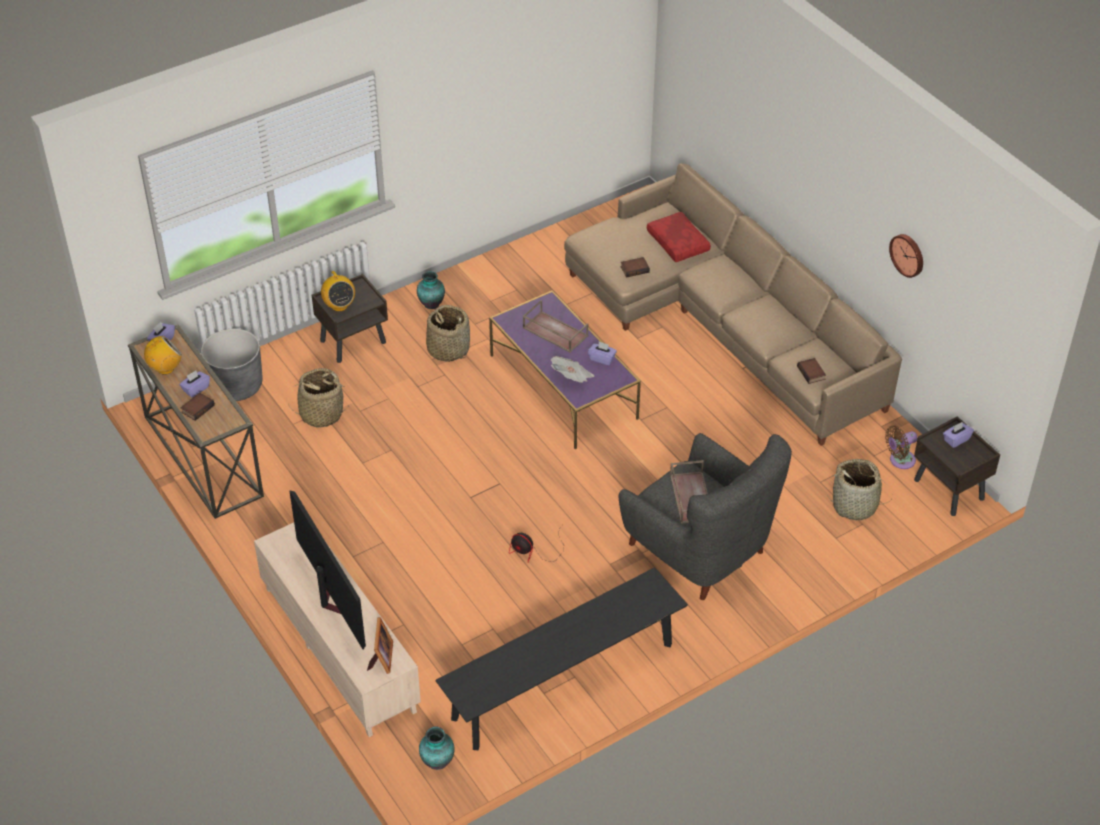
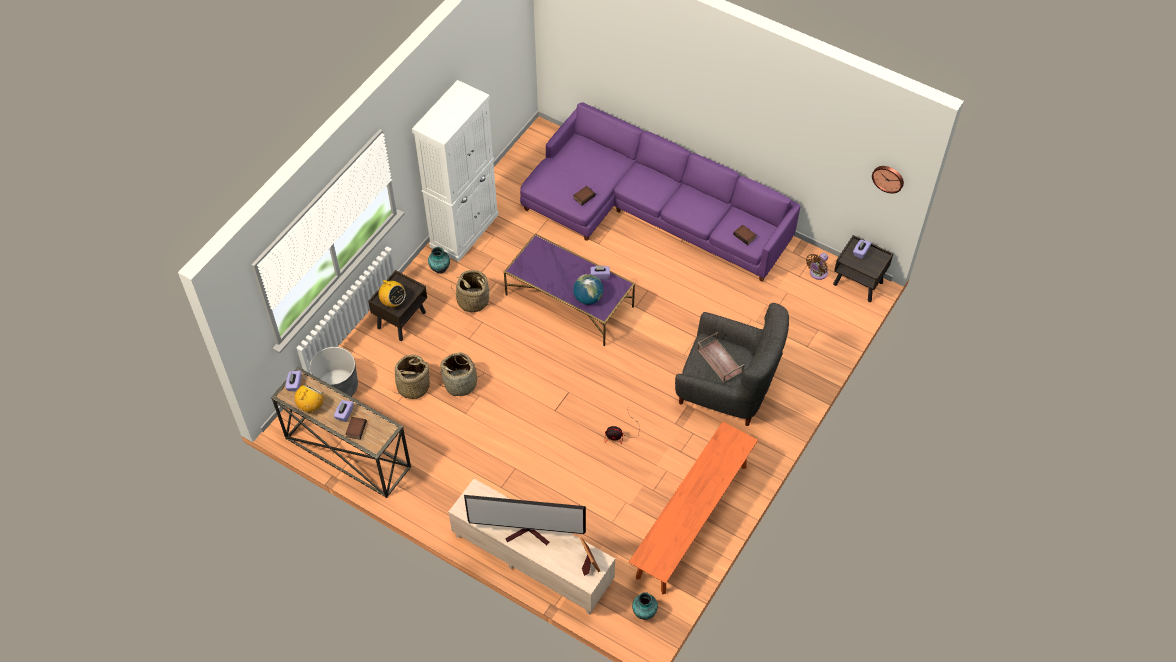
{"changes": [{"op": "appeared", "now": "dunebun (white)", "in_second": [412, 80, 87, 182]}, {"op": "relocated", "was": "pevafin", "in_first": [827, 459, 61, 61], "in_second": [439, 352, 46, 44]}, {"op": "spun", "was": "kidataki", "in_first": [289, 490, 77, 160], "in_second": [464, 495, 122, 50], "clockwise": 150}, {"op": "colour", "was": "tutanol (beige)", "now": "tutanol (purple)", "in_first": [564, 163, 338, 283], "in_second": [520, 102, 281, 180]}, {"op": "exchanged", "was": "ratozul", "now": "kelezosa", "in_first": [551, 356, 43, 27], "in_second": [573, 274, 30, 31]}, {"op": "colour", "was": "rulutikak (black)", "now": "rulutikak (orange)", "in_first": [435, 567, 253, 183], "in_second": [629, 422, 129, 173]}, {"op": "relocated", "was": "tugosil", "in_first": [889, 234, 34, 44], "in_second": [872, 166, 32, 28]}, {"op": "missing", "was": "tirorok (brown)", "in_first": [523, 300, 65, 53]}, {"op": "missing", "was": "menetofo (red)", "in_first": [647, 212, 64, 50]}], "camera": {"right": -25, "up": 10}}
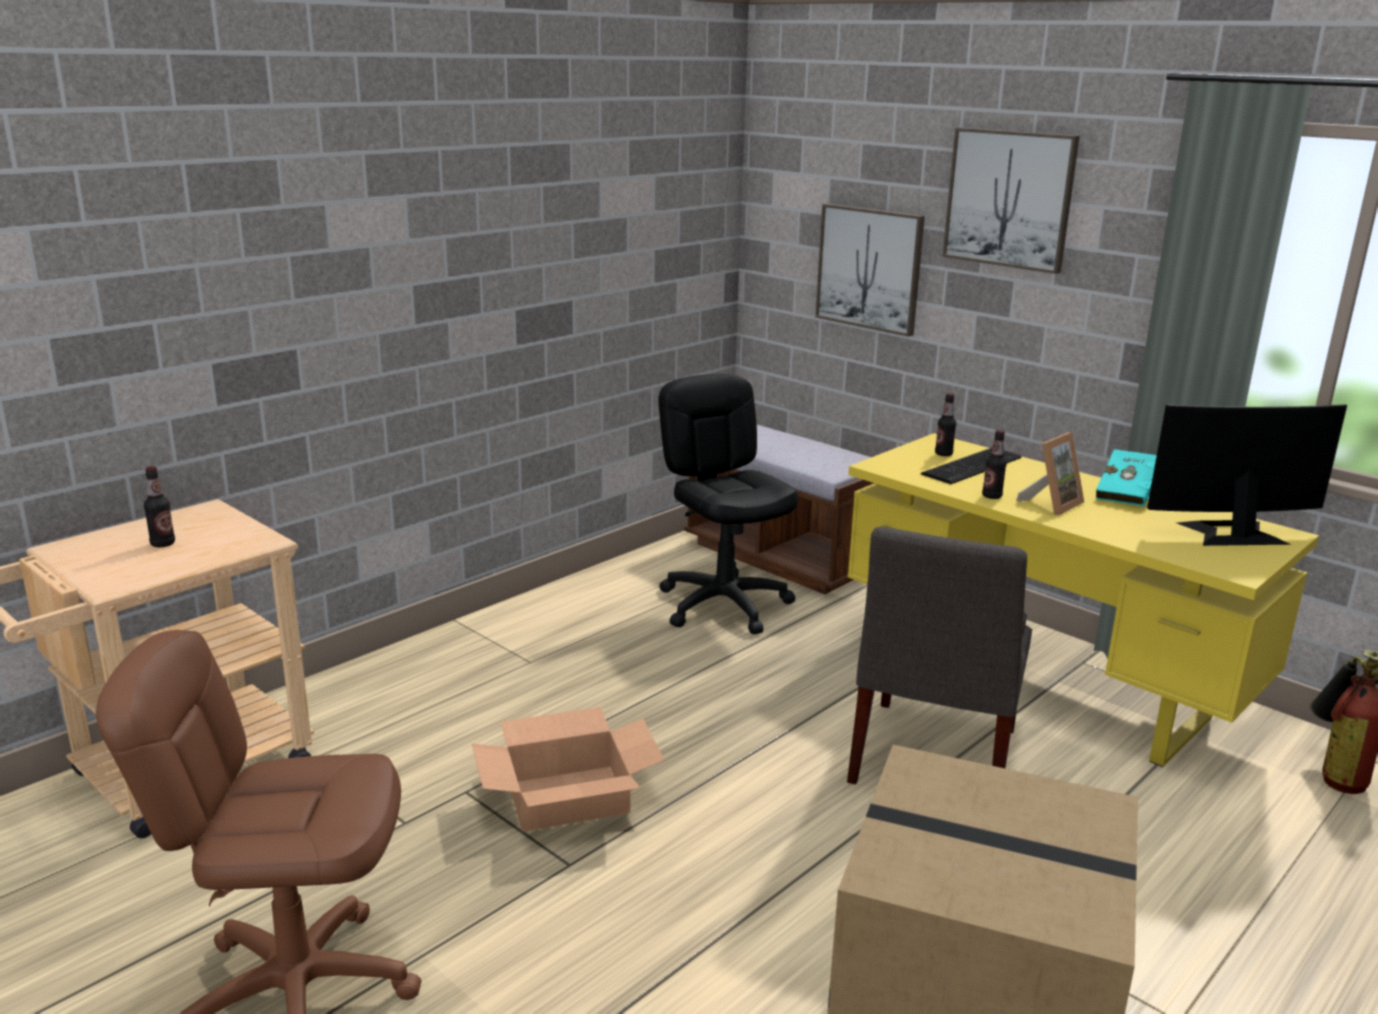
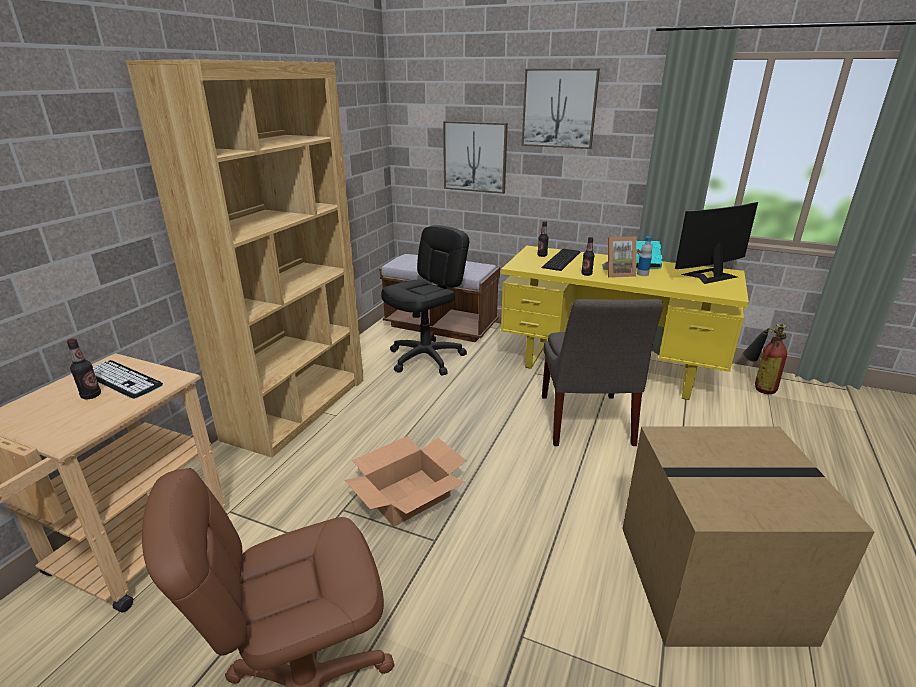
{"changes": [{"op": "appeared", "now": "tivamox", "in_second": [93, 360, 70, 39]}, {"op": "appeared", "now": "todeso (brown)", "in_second": [125, 59, 238, 399]}, {"op": "spun", "was": "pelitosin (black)", "in_first": [658, 374, 141, 260], "in_second": [381, 225, 88, 150], "clockwise": 90}, {"op": "spun", "was": "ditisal", "in_first": [1016, 432, 68, 83], "in_second": [602, 236, 35, 42], "clockwise": 60}, {"op": "appeared", "now": "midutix", "in_second": [637, 236, 15, 40]}], "camera": {"right": -20, "up": 5}}
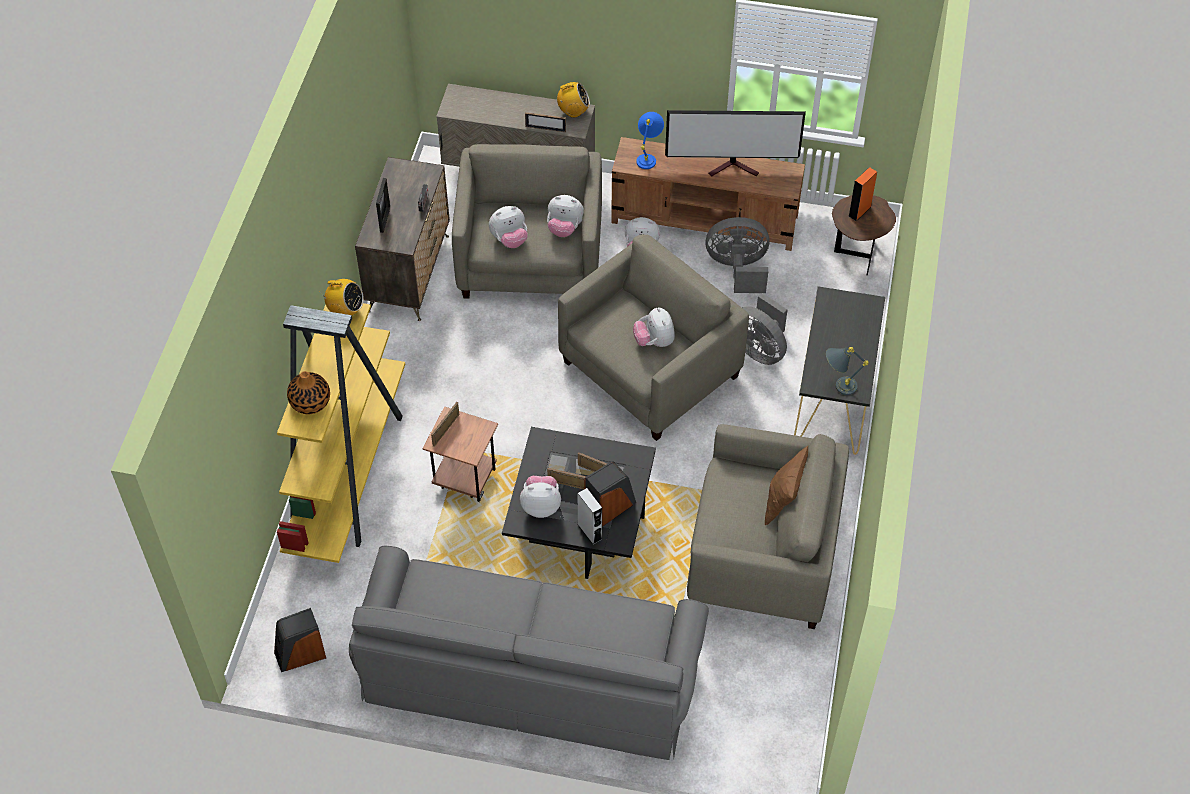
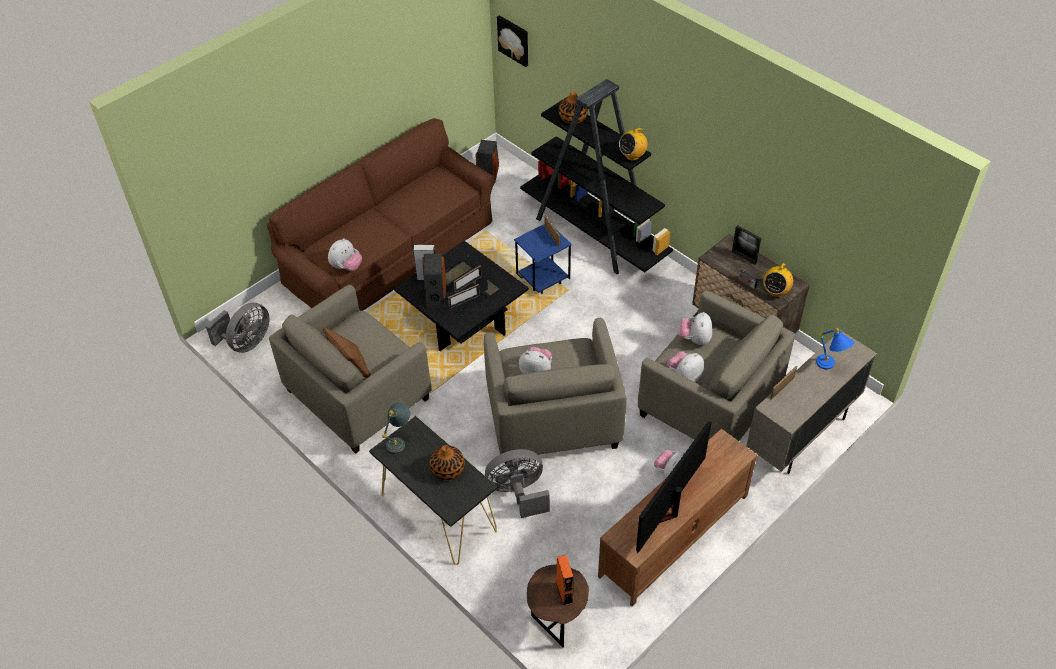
{"changes": [{"op": "relocated", "was": "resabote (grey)", "in_first": [705, 217, 65, 76], "in_second": [206, 303, 63, 50]}, {"op": "colour", "was": "tutanol (grey)", "now": "tutanol (brown)", "in_first": [349, 546, 360, 214], "in_second": [267, 118, 228, 193]}, {"op": "relocated", "was": "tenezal", "in_first": [520, 476, 41, 42], "in_second": [328, 238, 34, 33]}, {"op": "appeared", "now": "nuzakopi", "in_second": [430, 445, 35, 35]}, {"op": "appeared", "now": "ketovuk", "in_second": [497, 15, 31, 52]}, {"op": "colour", "was": "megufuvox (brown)", "now": "megufuvox (blue)", "in_first": [423, 407, 75, 95], "in_second": [514, 224, 58, 70]}, {"op": "colour", "was": "todeso (yellow)", "now": "todeso (black)", "in_first": [277, 303, 128, 260], "in_second": [520, 79, 153, 196]}, {"op": "relocated", "was": "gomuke", "in_first": [557, 82, 33, 36], "in_second": [763, 263, 30, 34]}, {"op": "relocated", "was": "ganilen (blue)", "in_first": [636, 112, 28, 57], "in_second": [816, 328, 38, 41]}], "camera": {"right": 125, "up": -5}}
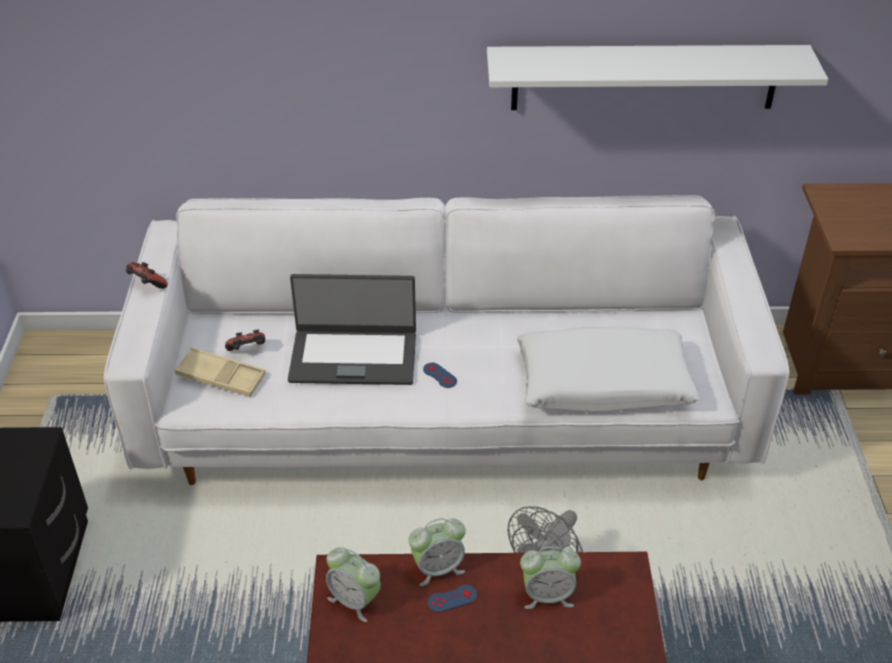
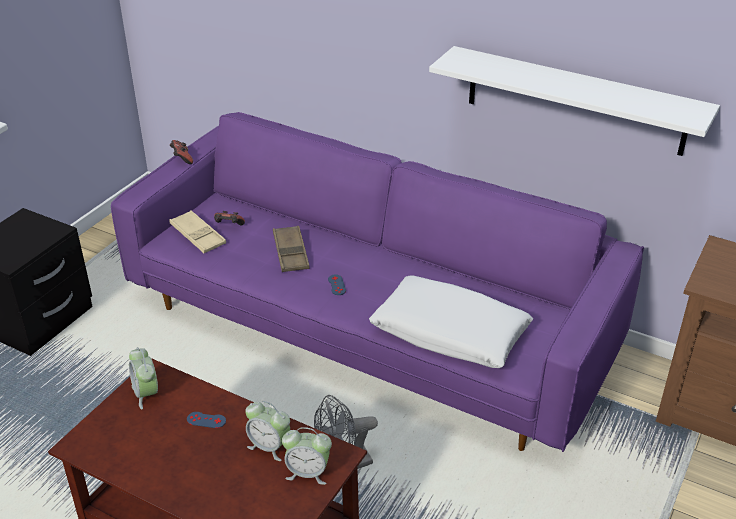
{"changes": [{"op": "colour", "was": "tutanol (white)", "now": "tutanol (purple)", "in_first": [104, 195, 685, 290], "in_second": [111, 112, 533, 340]}, {"op": "exchanged", "was": "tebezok", "now": "tirorok (brown)", "in_first": [288, 274, 128, 111], "in_second": [273, 226, 37, 46]}, {"op": "relocated", "was": "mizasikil", "in_first": [408, 518, 58, 68], "in_second": [282, 427, 50, 58]}], "camera": {"right": 30, "up": -5}}
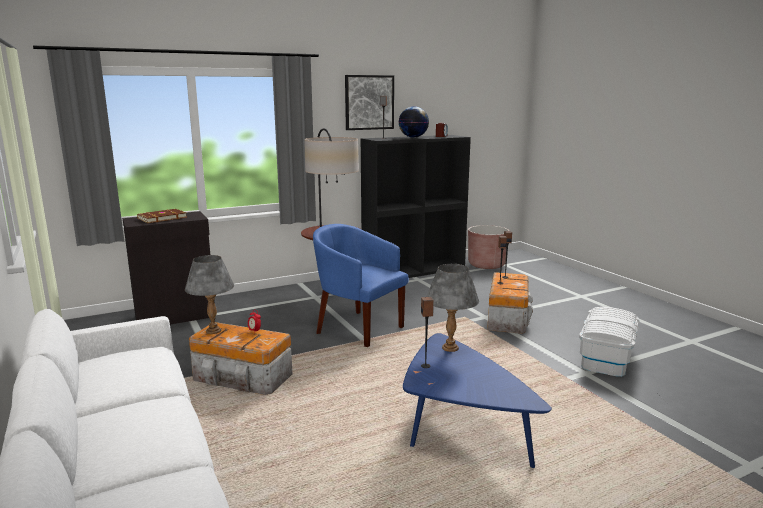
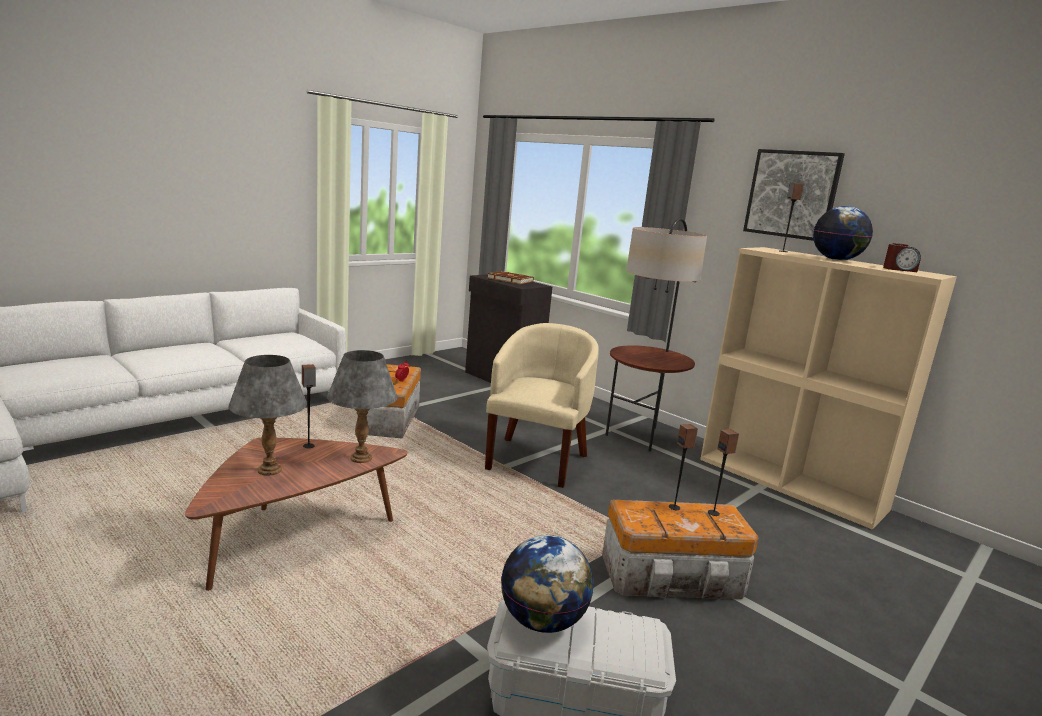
{"changes": [{"op": "colour", "was": "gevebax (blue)", "now": "gevebax (brown)", "in_first": [403, 333, 149, 135], "in_second": [185, 438, 223, 153]}, {"op": "relocated", "was": "ganilen (grey)", "in_first": [185, 255, 49, 79], "in_second": [228, 355, 79, 121]}, {"op": "colour", "was": "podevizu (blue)", "now": "podevizu (beige)", "in_first": [313, 224, 96, 123], "in_second": [485, 323, 114, 165]}, {"op": "appeared", "now": "kelezosa", "in_second": [501, 535, 93, 98]}, {"op": "colour", "was": "todeso (black)", "now": "todeso (beige)", "in_first": [361, 135, 110, 143], "in_second": [700, 247, 257, 283]}, {"op": "missing", "was": "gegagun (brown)", "in_first": [468, 225, 41, 44]}], "camera": {"right": 70, "up": 0}}
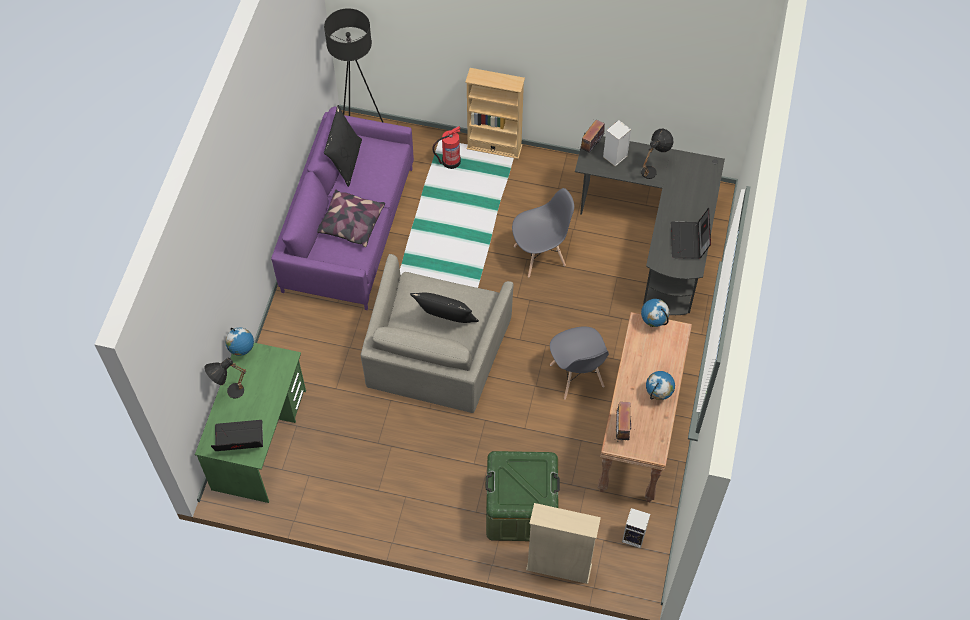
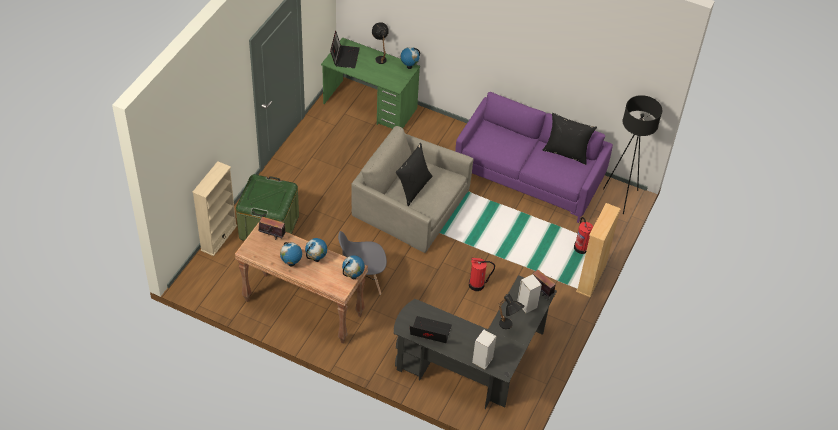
{"changes": [{"op": "appeared", "now": "kelezosa", "in_second": [305, 238, 22, 24]}, {"op": "exchanged", "was": "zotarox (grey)", "now": "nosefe", "in_first": [512, 188, 62, 89], "in_second": [469, 257, 26, 34]}, {"op": "relocated", "was": "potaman", "in_first": [622, 508, 28, 40], "in_second": [472, 329, 24, 41]}, {"op": "missing", "was": "menetofo", "in_first": [317, 189, 68, 58]}], "camera": {"right": 100, "up": -10}}
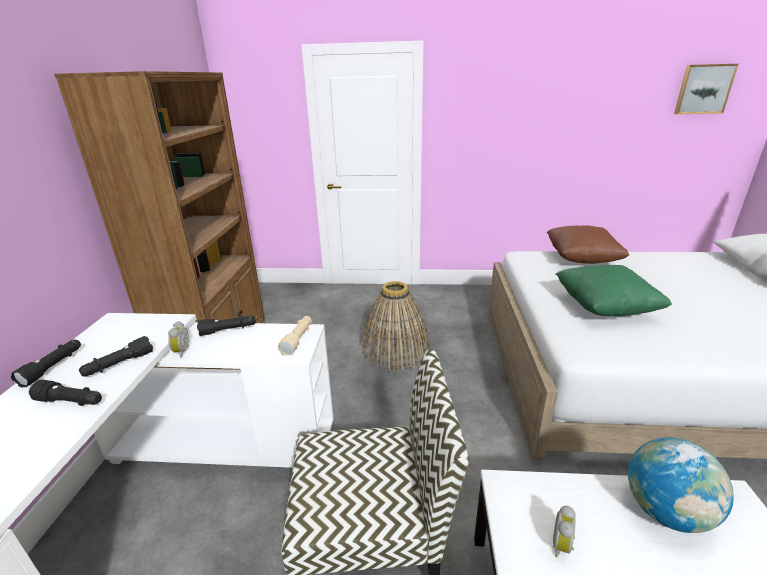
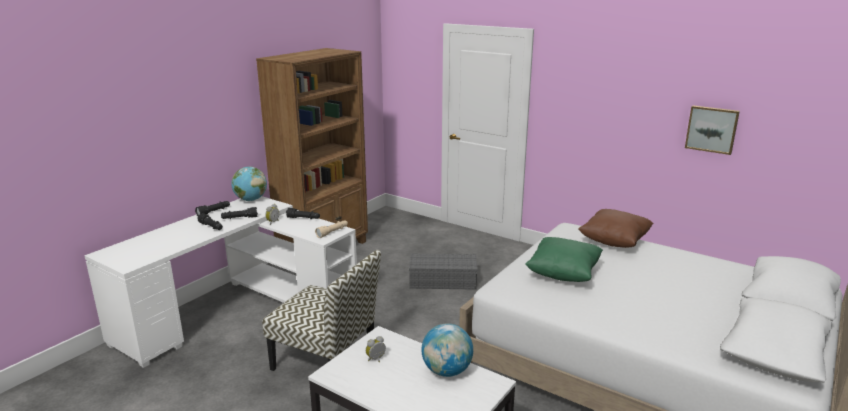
{"changes": [{"op": "appeared", "now": "kelezosa", "in_second": [231, 166, 36, 35]}, {"op": "exchanged", "was": "pevafin", "now": "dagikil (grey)", "in_first": [362, 281, 68, 90], "in_second": [409, 254, 69, 36]}, {"op": "relocated", "was": "ketovuk", "in_first": [674, 64, 64, 50], "in_second": [685, 105, 55, 50]}], "camera": {"right": 30, "up": -5}}
